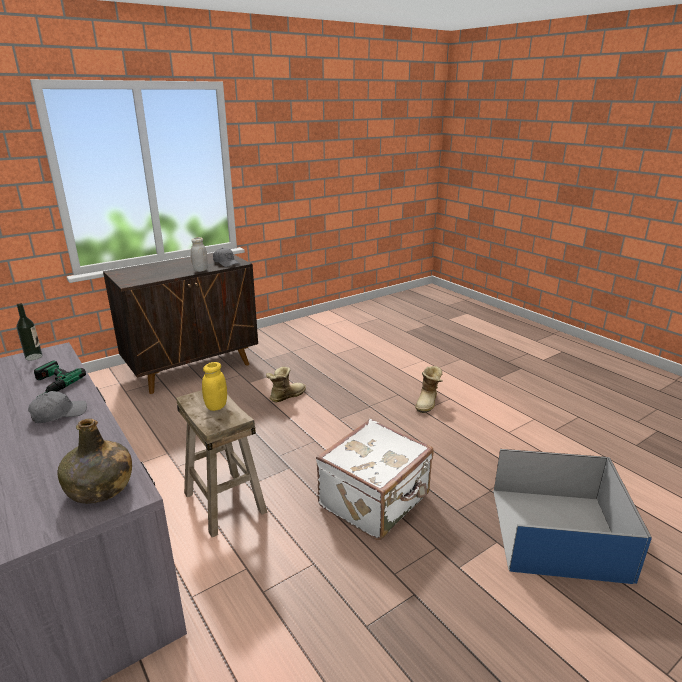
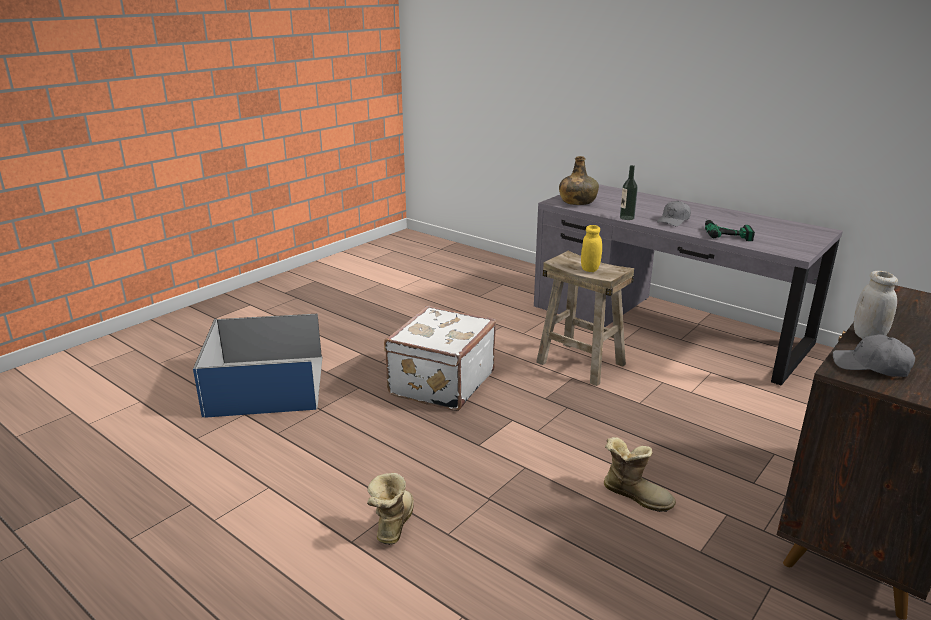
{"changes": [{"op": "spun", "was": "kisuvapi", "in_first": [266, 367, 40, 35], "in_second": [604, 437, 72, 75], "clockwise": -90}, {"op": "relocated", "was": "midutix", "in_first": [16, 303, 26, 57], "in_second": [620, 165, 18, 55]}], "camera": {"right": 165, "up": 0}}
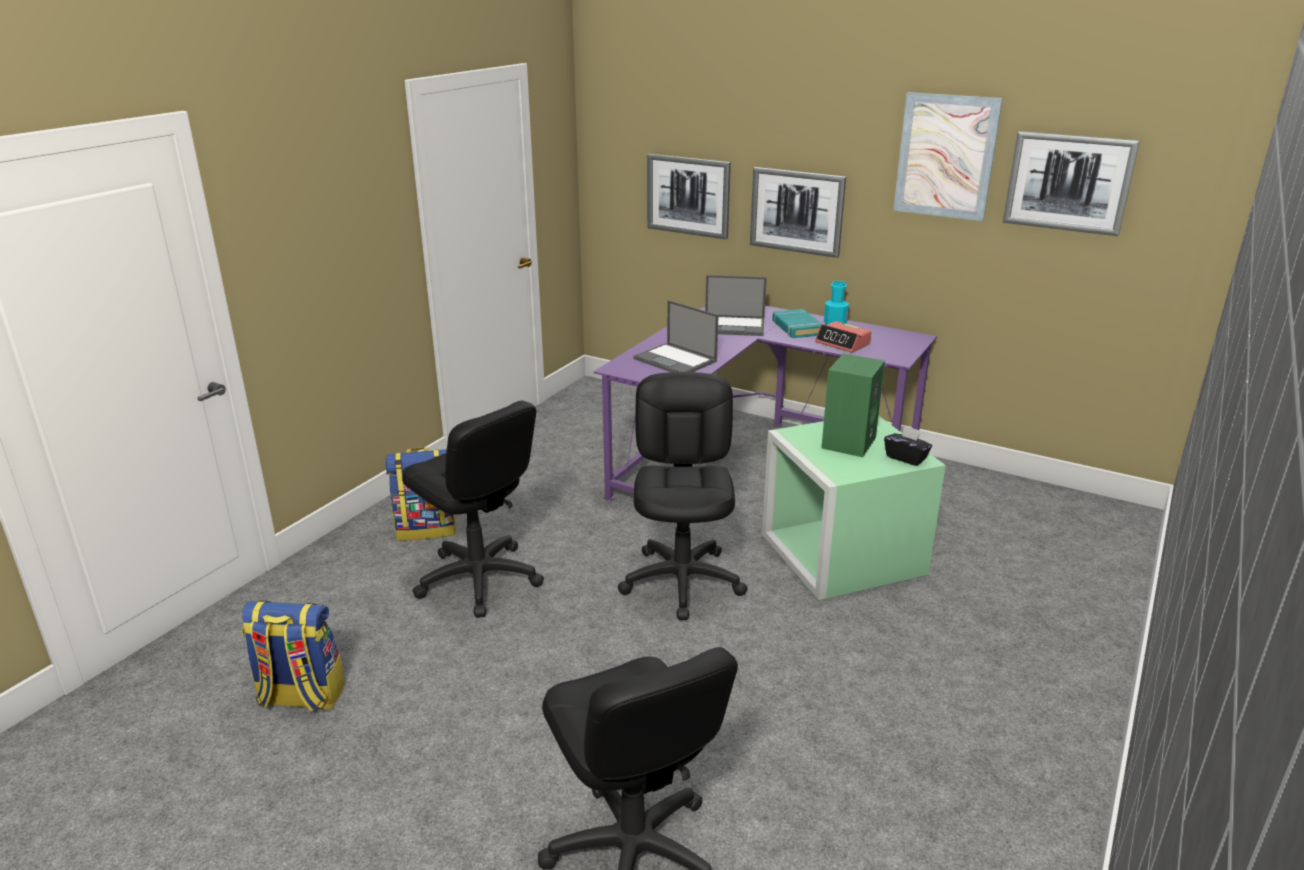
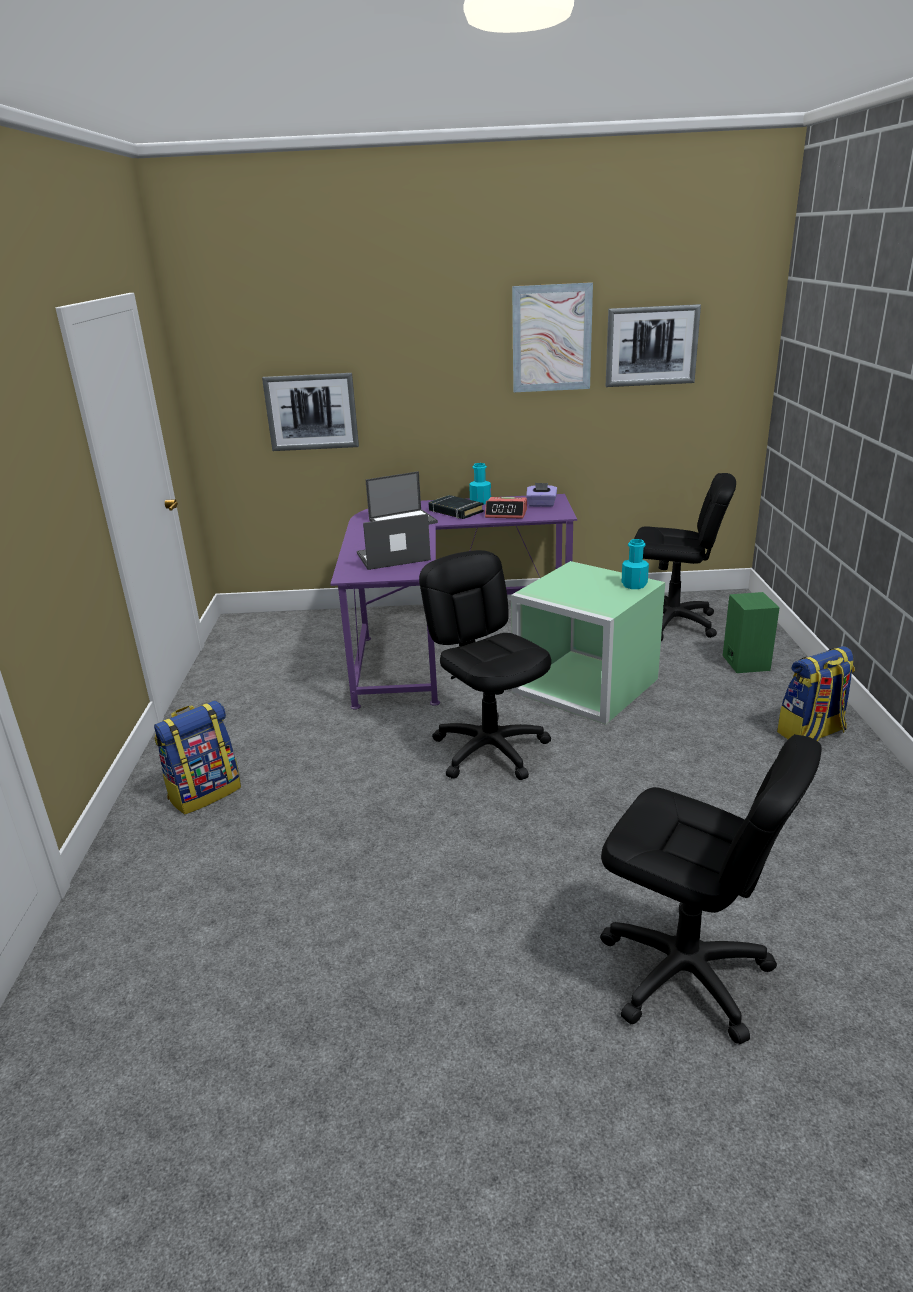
{"changes": [{"op": "spun", "was": "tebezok", "in_first": [633, 300, 86, 72], "in_second": [357, 514, 74, 56], "clockwise": 150}, {"op": "colour", "was": "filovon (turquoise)", "now": "filovon (black)", "in_first": [772, 309, 50, 29], "in_second": [428, 495, 56, 24]}, {"op": "appeared", "now": "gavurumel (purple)", "in_second": [526, 483, 31, 24]}, {"op": "exchanged", "was": "gavurumel (black)", "now": "midutix (turquoise)", "in_first": [884, 425, 48, 41], "in_second": [621, 539, 28, 50]}, {"op": "relocated", "was": "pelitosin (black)", "in_first": [402, 401, 142, 217], "in_second": [634, 473, 102, 168]}, {"op": "relocated", "was": "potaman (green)", "in_first": [821, 353, 64, 104], "in_second": [723, 592, 56, 81]}, {"op": "relocated", "was": "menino", "in_first": [242, 601, 103, 111], "in_second": [777, 646, 78, 95]}, {"op": "missing", "was": "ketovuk", "in_first": [750, 167, 96, 91]}], "camera": {"right": -30, "up": 0}}
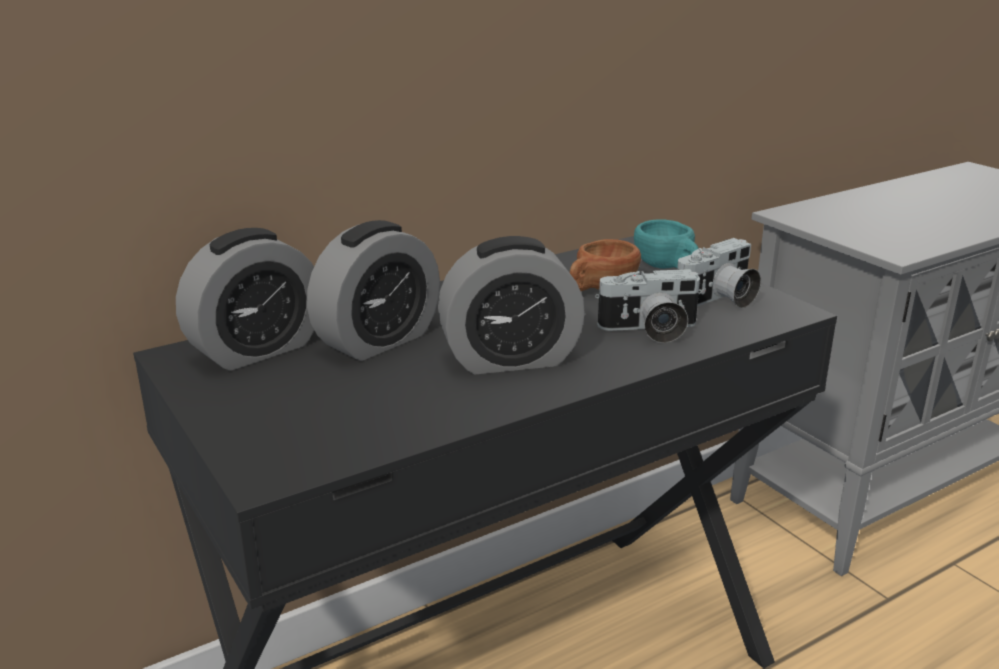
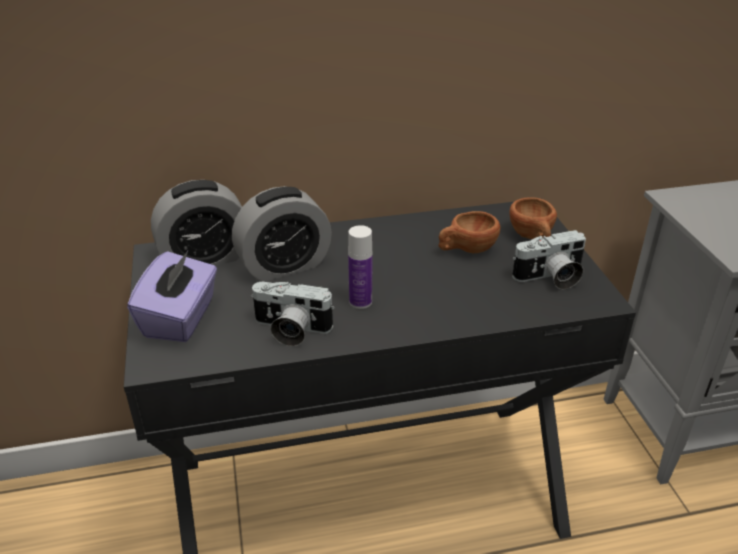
{"changes": [{"op": "appeared", "now": "gavurumel (purple)", "in_second": [127, 251, 90, 91]}, {"op": "relocated", "was": "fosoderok", "in_first": [595, 269, 107, 74], "in_second": [251, 282, 84, 64]}, {"op": "exchanged", "was": "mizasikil", "now": "midutix", "in_first": [438, 236, 147, 138], "in_second": [348, 225, 24, 84]}, {"op": "colour", "was": "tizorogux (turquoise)", "now": "tizorogux (brown)", "in_first": [634, 219, 64, 50], "in_second": [509, 197, 48, 42]}], "camera": {"right": 20, "up": 10}}
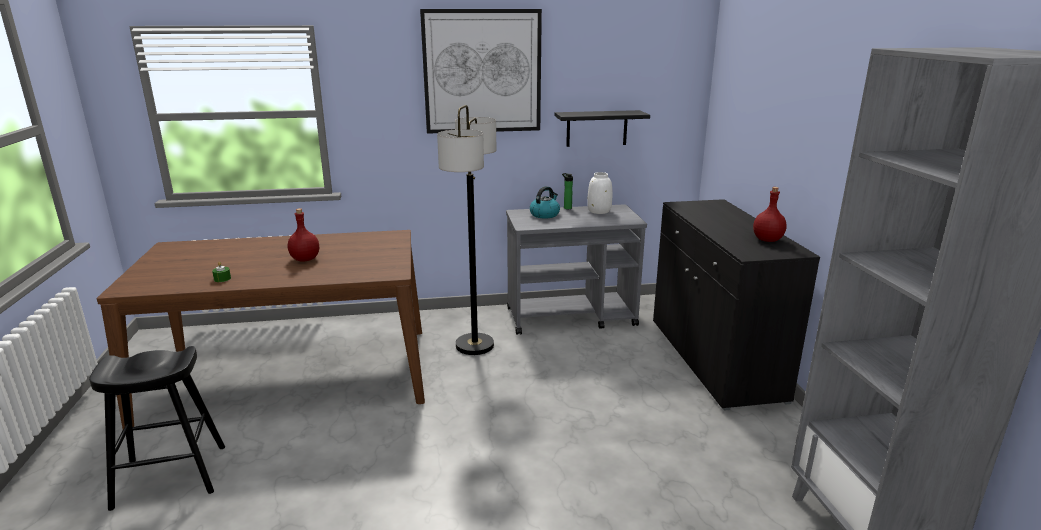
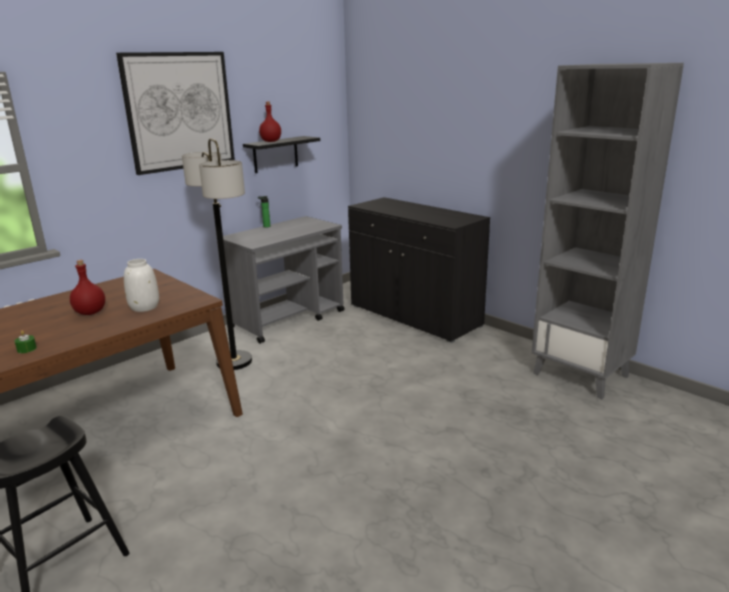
{"changes": [{"op": "relocated", "was": "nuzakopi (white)", "in_first": [587, 172, 25, 42], "in_second": [124, 259, 35, 53]}, {"op": "relocated", "was": "midutix (red)", "in_first": [753, 187, 34, 55], "in_second": [259, 102, 22, 40]}, {"op": "missing", "was": "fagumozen", "in_first": [530, 186, 30, 32]}], "camera": {"right": -35, "up": 0}}
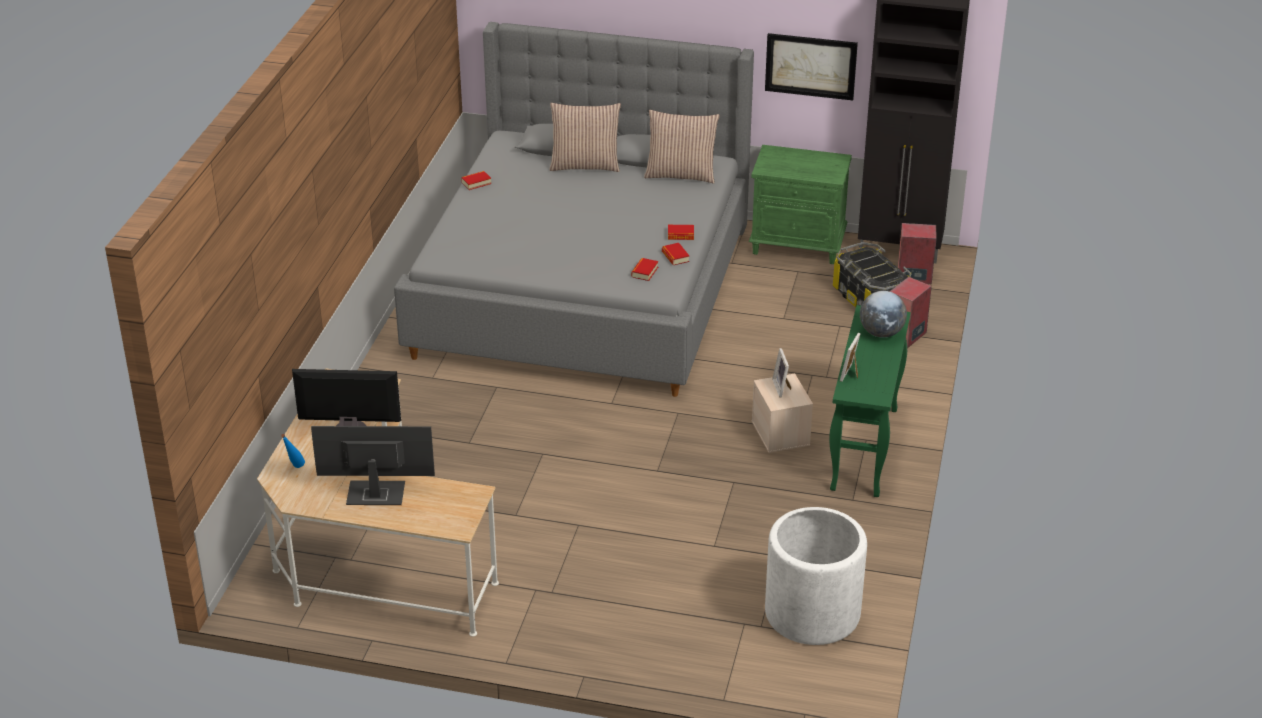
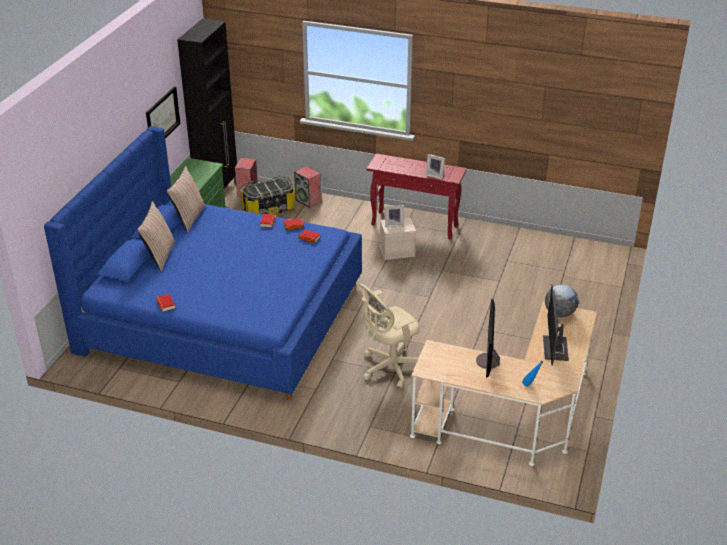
{"changes": [{"op": "colour", "was": "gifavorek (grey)", "now": "gifavorek (blue)", "in_first": [394, 22, 360, 375], "in_second": [44, 126, 318, 274]}, {"op": "appeared", "now": "pelitosin (beige)", "in_second": [359, 283, 60, 105]}, {"op": "colour", "was": "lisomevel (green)", "now": "lisomevel (red)", "in_first": [829, 305, 82, 192], "in_second": [367, 154, 99, 85]}, {"op": "relocated", "was": "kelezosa", "in_first": [860, 291, 47, 47], "in_second": [545, 284, 34, 33]}, {"op": "missing", "was": "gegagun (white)", "in_first": [765, 507, 102, 138]}], "camera": {"right": -85, "up": 0}}
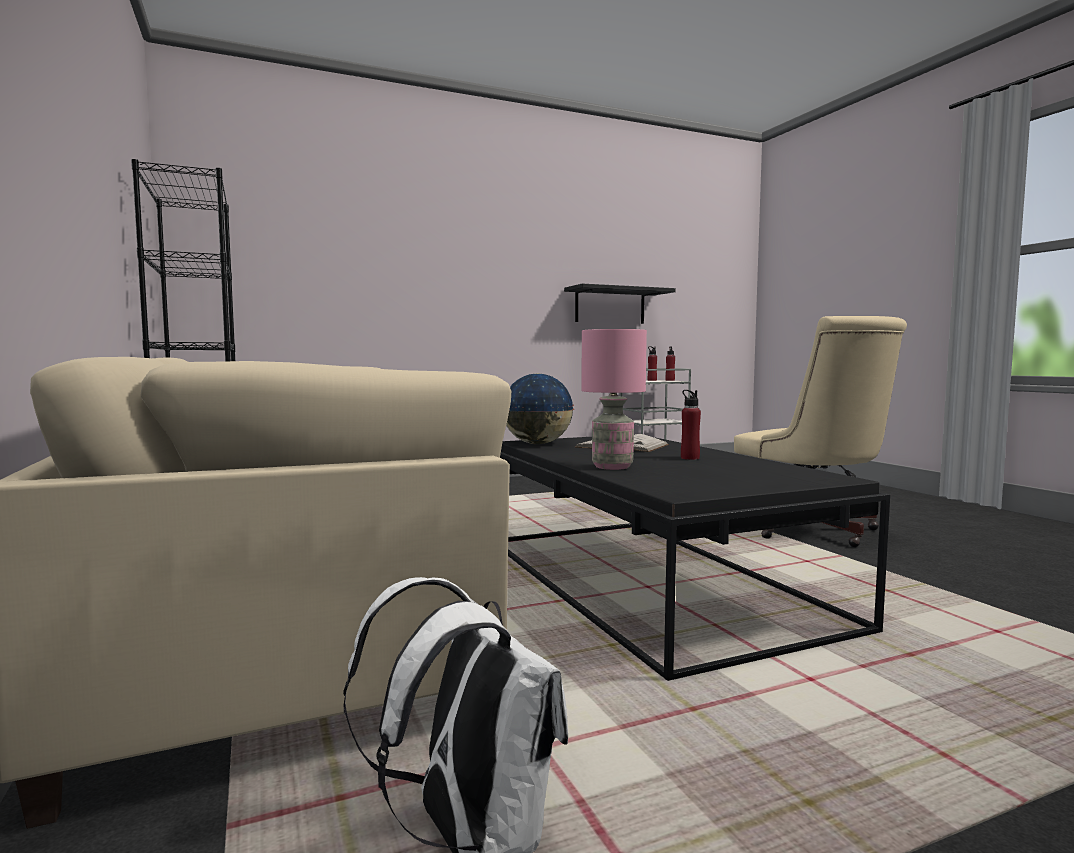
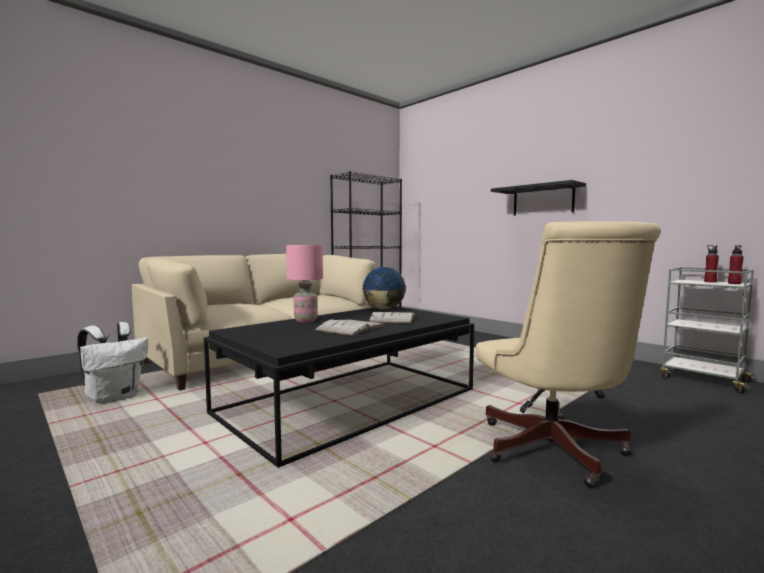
{"changes": [{"op": "exchanged", "was": "midutix (red)", "now": "filovon (white)", "in_first": [681, 390, 20, 70], "in_second": [314, 320, 72, 16]}, {"op": "spun", "was": "pelitosin (beige)", "in_first": [734, 316, 173, 231], "in_second": [476, 221, 185, 267], "clockwise": -60}, {"op": "relocated", "was": "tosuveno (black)", "in_first": [564, 284, 112, 40], "in_second": [491, 180, 95, 36]}], "camera": {"right": 70, "up": 0}}
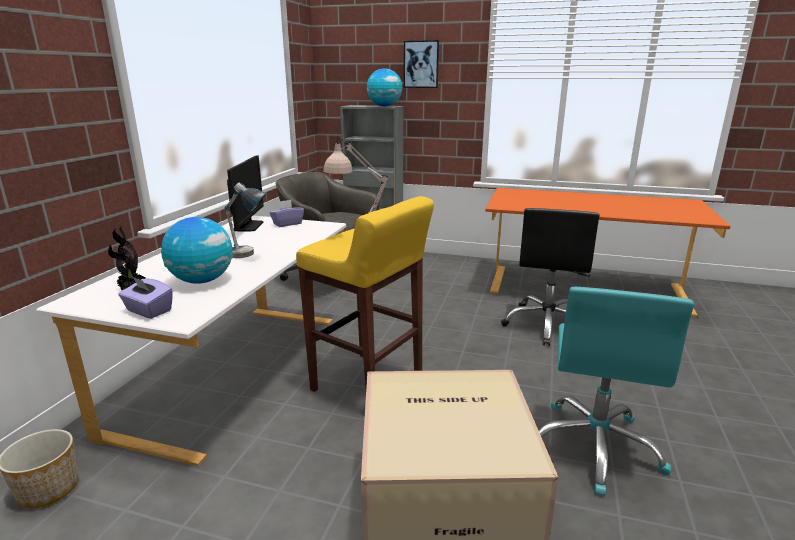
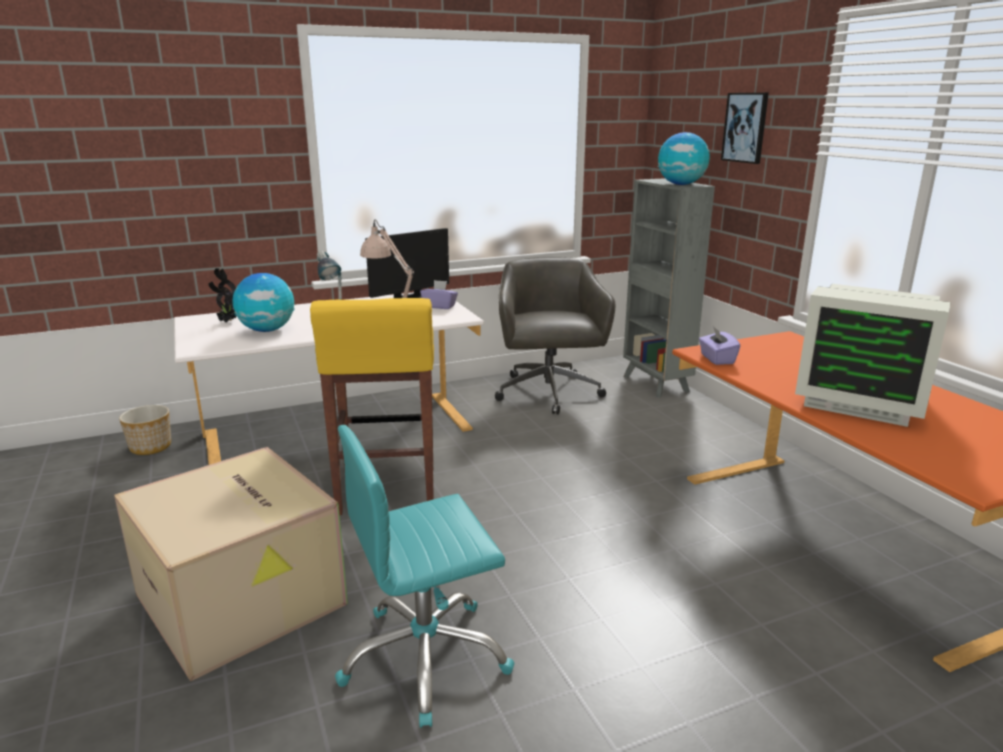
{"changes": [{"op": "relocated", "was": "gavurumel (purple)", "in_first": [118, 276, 55, 43], "in_second": [699, 326, 41, 39]}, {"op": "appeared", "now": "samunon", "in_second": [795, 284, 156, 143]}, {"op": "missing", "was": "pelitosin (black)", "in_first": [501, 208, 98, 138]}], "camera": {"right": 50, "up": 0}}
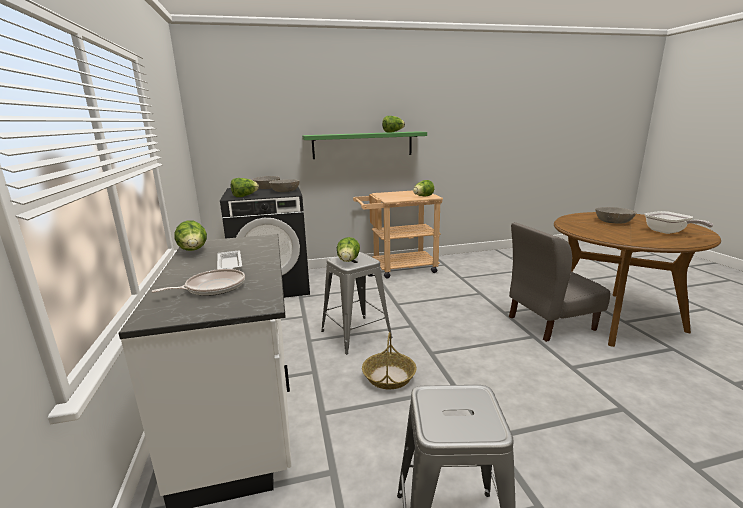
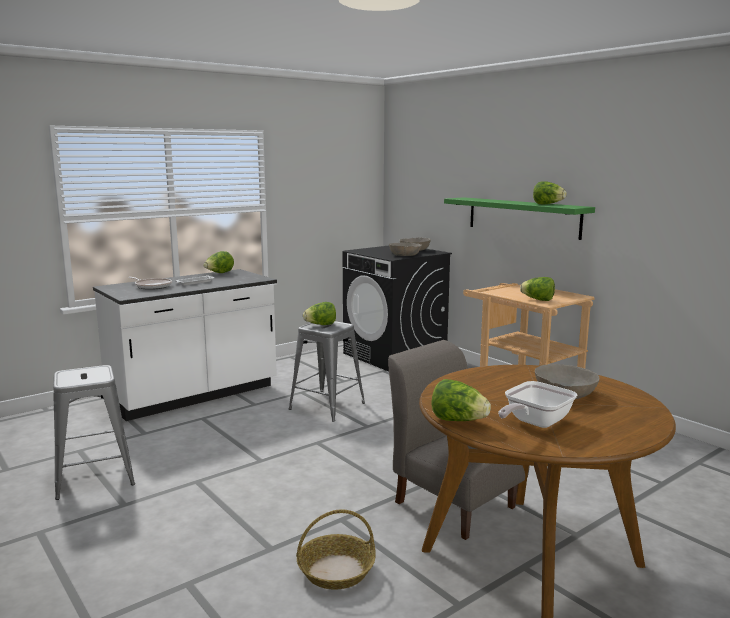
{"changes": [{"op": "relocated", "was": "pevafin", "in_first": [362, 332, 55, 57], "in_second": [296, 509, 80, 81]}, {"op": "relocated", "was": "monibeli", "in_first": [231, 178, 28, 19], "in_second": [431, 379, 60, 42]}], "camera": {"right": 65, "up": -5}}
